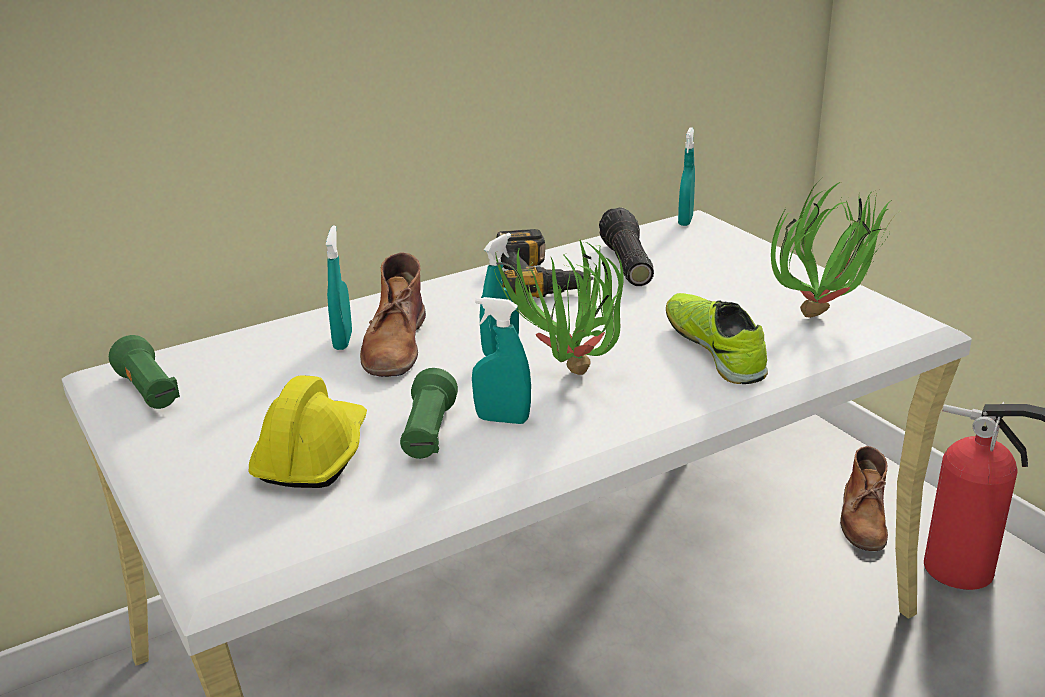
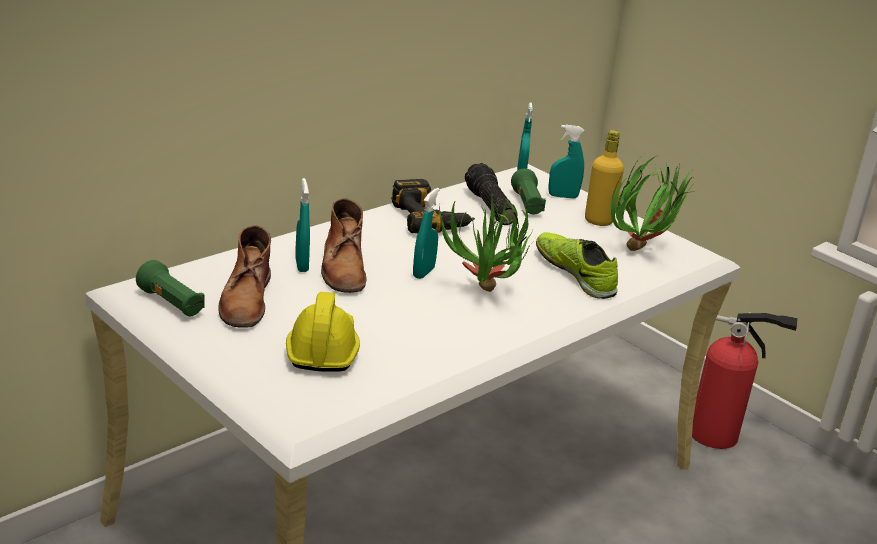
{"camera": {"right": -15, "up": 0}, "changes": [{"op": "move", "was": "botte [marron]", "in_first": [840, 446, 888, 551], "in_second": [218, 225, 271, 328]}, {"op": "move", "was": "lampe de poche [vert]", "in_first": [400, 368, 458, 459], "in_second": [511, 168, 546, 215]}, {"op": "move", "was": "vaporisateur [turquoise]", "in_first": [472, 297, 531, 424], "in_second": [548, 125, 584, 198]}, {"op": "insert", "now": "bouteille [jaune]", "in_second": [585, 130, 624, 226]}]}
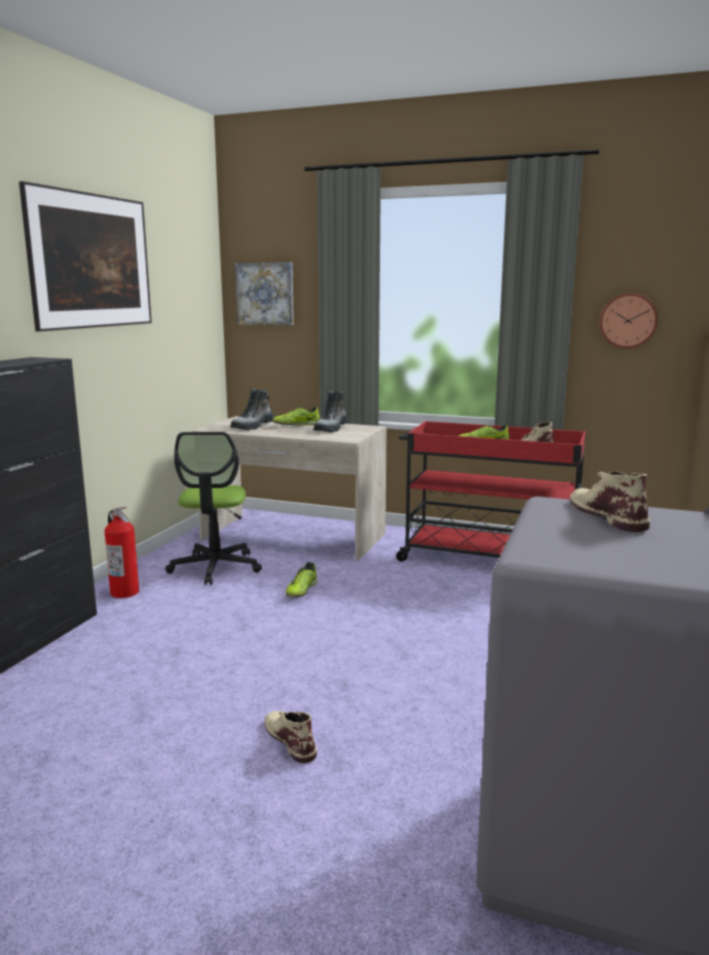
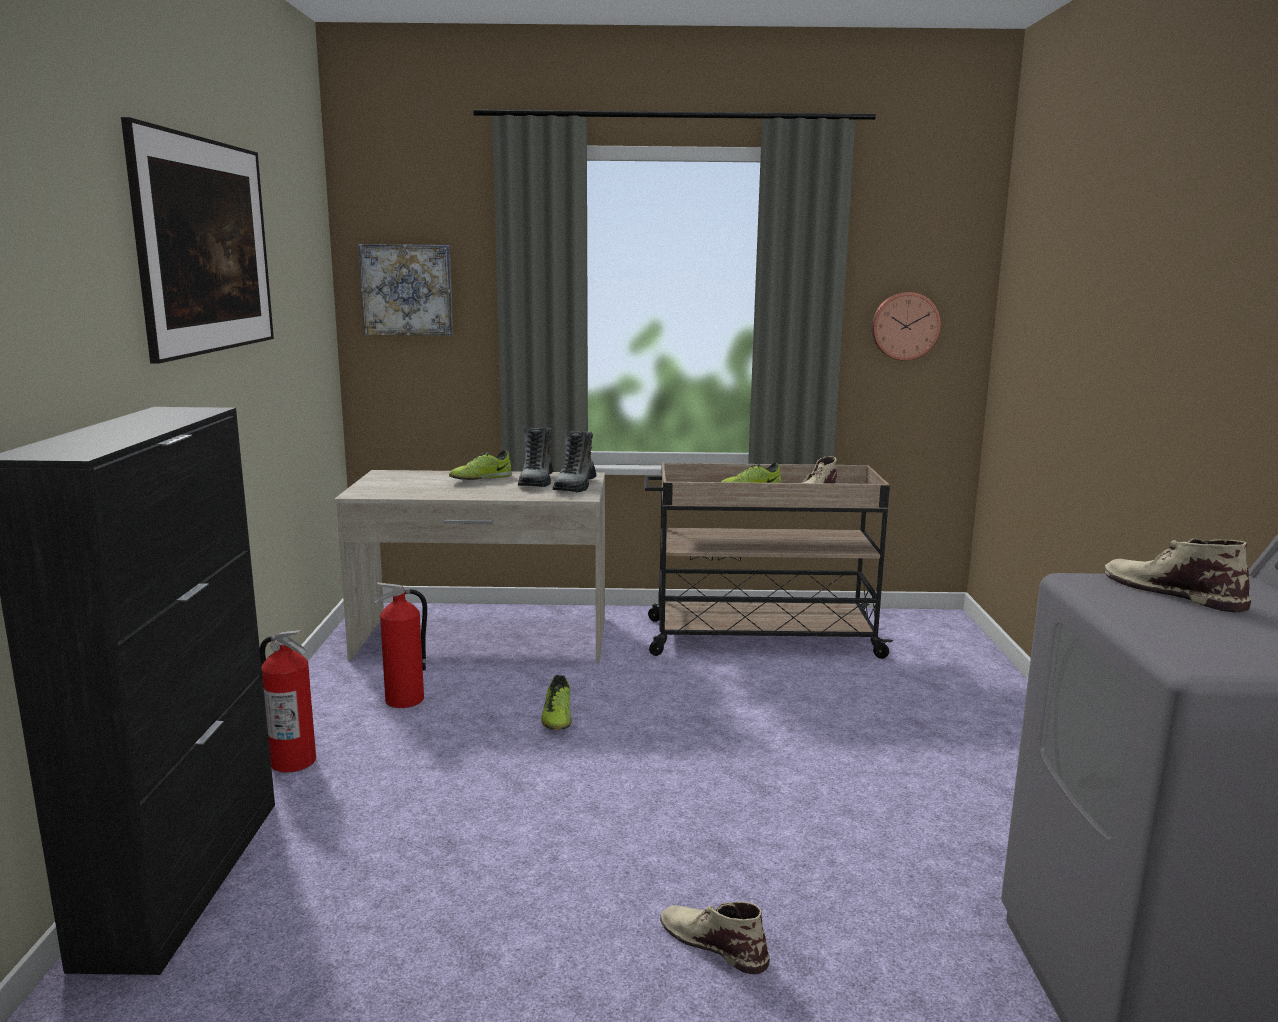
{"camera": {"right": -20, "up": 0}, "changes": [{"op": "replace", "was": "chaise de bureau", "now": "extincteur", "in_first": [165, 432, 262, 585], "in_second": [374, 582, 427, 708]}, {"op": "move", "was": "botte", "in_first": [231, 388, 274, 430], "in_second": [553, 431, 597, 492]}, {"op": "recolor", "was": "chariot [rouge]", "now": "chariot [beige]", "in_first": [396, 421, 586, 562], "in_second": [645, 463, 893, 659]}]}
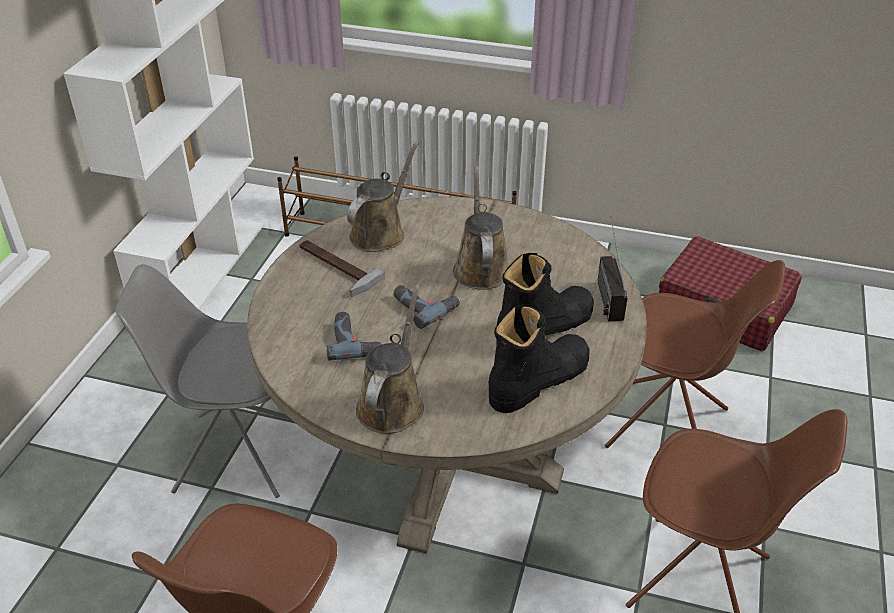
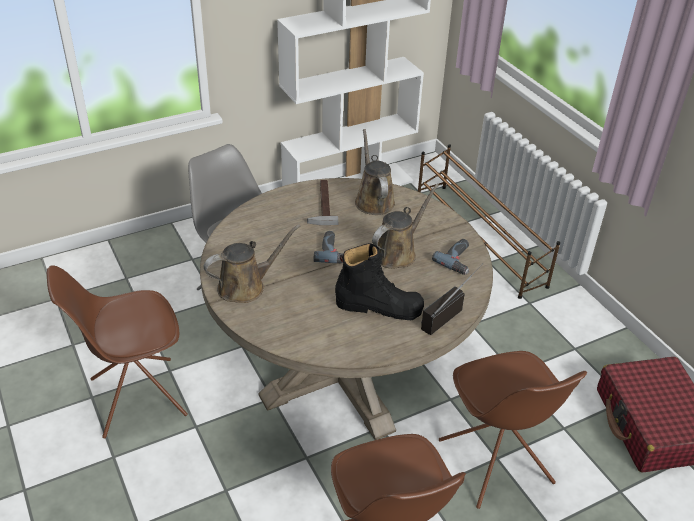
{"camera": {"right": 45, "up": 0}, "changes": [{"op": "rotate", "was": "arrosoir [marron]", "in_first": [347, 141, 420, 252], "in_second": [355, 129, 395, 215], "clockwise": -90}, {"op": "move", "was": "perceuse", "in_first": [327, 312, 382, 361], "in_second": [432, 239, 469, 275]}, {"op": "delete", "was": "botte [noir]", "in_first": [489, 305, 590, 413]}]}
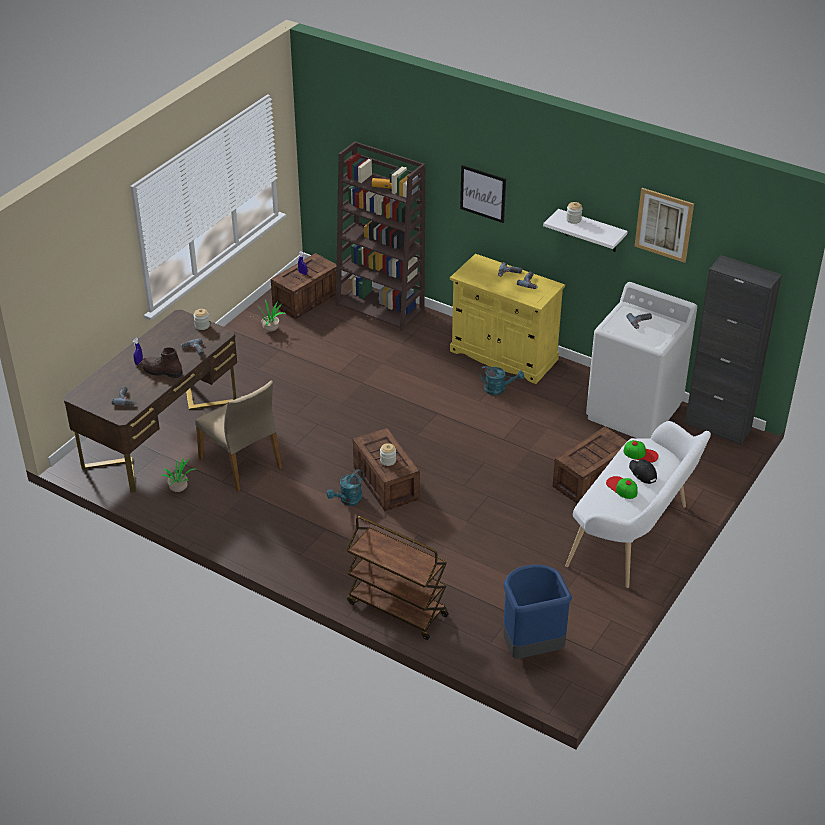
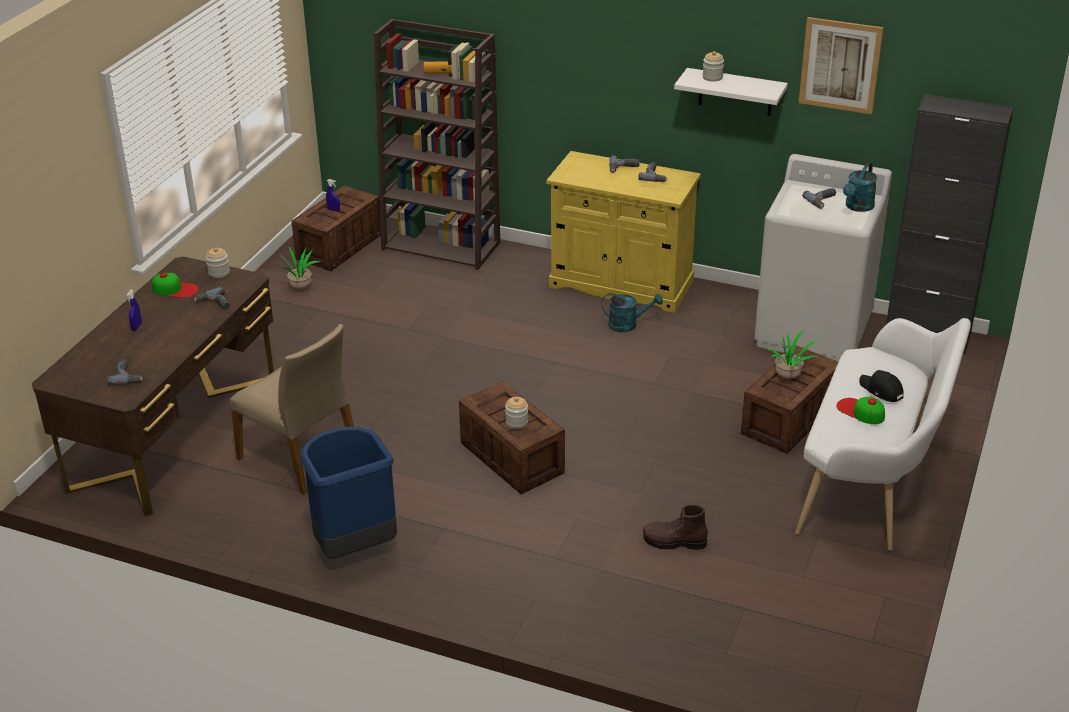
{"camera": {"right": -10, "up": -5}, "changes": [{"op": "move", "was": "casquette", "in_first": [624, 440, 659, 463], "in_second": [152, 272, 198, 298]}, {"op": "move", "was": "poubelle [bleu]", "in_first": [503, 564, 572, 659], "in_second": [301, 427, 397, 559]}, {"op": "move", "was": "botte [marron]", "in_first": [142, 348, 183, 378], "in_second": [643, 505, 708, 550]}, {"op": "move", "was": "plante en pot", "in_first": [161, 458, 195, 492], "in_second": [768, 329, 819, 379]}, {"op": "move", "was": "arrosoir [turquoise]", "in_first": [327, 469, 363, 506], "in_second": [843, 163, 877, 212]}, {"op": "delete", "was": "chariot [marron]", "in_first": [346, 516, 449, 640]}, {"op": "delete", "was": "tableau", "in_first": [460, 165, 506, 223]}]}
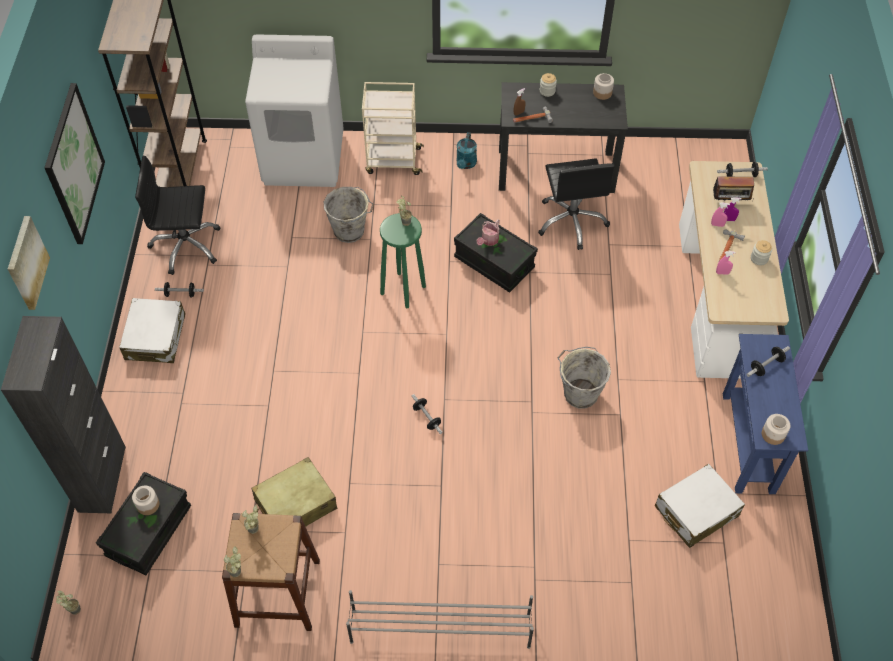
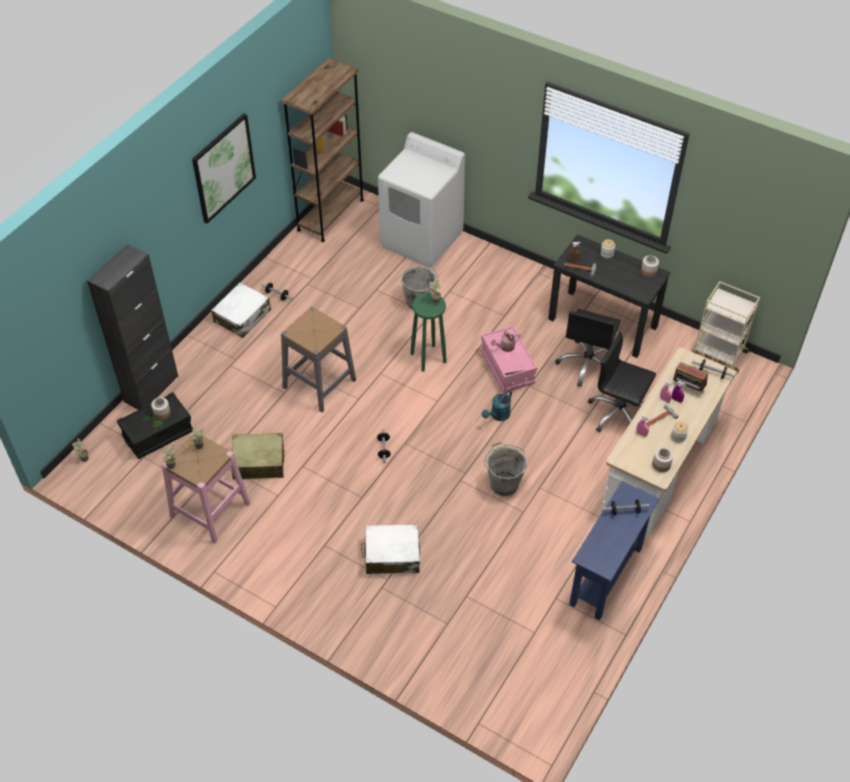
{"camera": {"right": 30, "up": -5}, "changes": [{"op": "recolor", "was": "tabouret [marron]", "now": "tabouret [rose]", "in_first": [222, 513, 320, 631], "in_second": [162, 432, 250, 543]}, {"op": "insert", "now": "tabouret [gris]", "in_second": [281, 307, 356, 412]}, {"op": "move", "was": "valise [blanc]", "in_first": [655, 464, 745, 548], "in_second": [361, 524, 420, 574]}, {"op": "recolor", "was": "boîte de rangement [noir]", "now": "boîte de rangement [rose]", "in_first": [454, 213, 538, 293], "in_second": [481, 326, 537, 393]}, {"op": "move", "was": "arrosoir [turquoise]", "in_first": [457, 132, 477, 169], "in_second": [482, 390, 512, 421]}, {"op": "move", "was": "chaise de bureau [noir]", "in_first": [135, 156, 221, 275], "in_second": [588, 332, 656, 432]}, {"op": "move", "was": "bocal", "in_first": [762, 414, 790, 445], "in_second": [652, 447, 673, 472]}, {"op": "move", "was": "chariot [beige]", "in_first": [362, 82, 424, 175], "in_second": [692, 281, 760, 372]}, {"op": "delete", "was": "tableau", "in_first": [8, 216, 50, 310]}, {"op": "delete", "was": "étagère à chaussures [gris]", "in_first": [346, 590, 534, 649]}]}
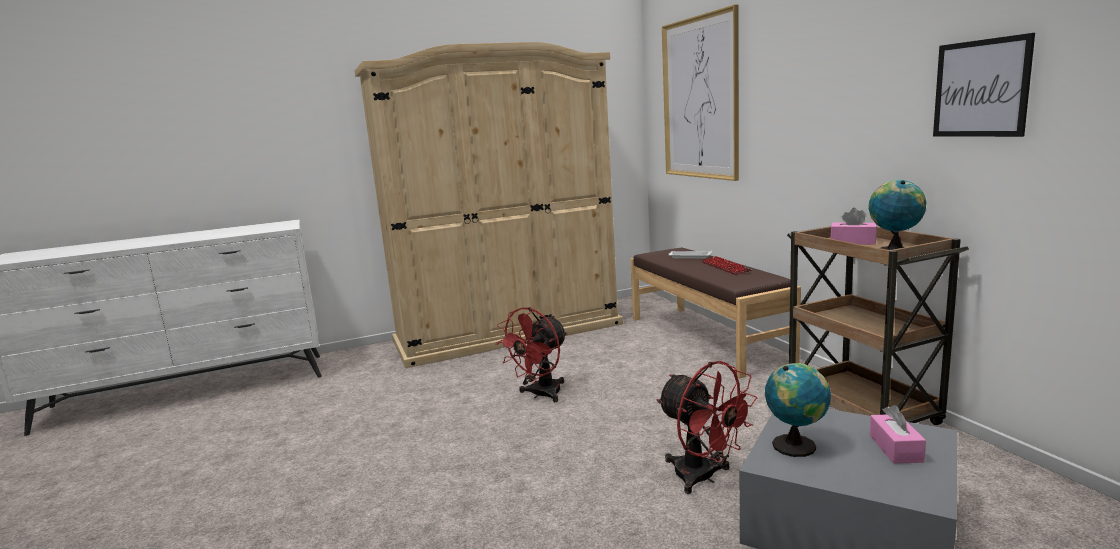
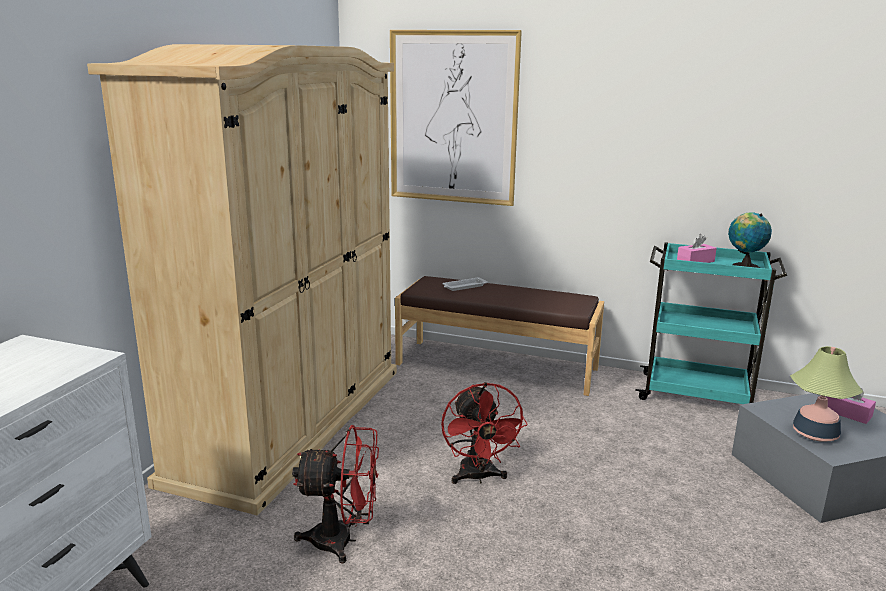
{"camera": {"right": -50, "up": 5}, "changes": [{"op": "move", "was": "ventilateur [rouge]", "in_first": [656, 361, 757, 494], "in_second": [292, 425, 379, 563]}, {"op": "recolor", "was": "chariot [marron]", "now": "chariot [turquoise]", "in_first": [787, 226, 969, 425], "in_second": [635, 242, 787, 404]}, {"op": "replace", "was": "globe", "now": "lampe de table", "in_first": [765, 363, 831, 457], "in_second": [790, 346, 863, 441]}, {"op": "delete", "was": "clavier", "in_first": [702, 256, 752, 275]}, {"op": "delete", "was": "tableau", "in_first": [933, 33, 1035, 137]}]}
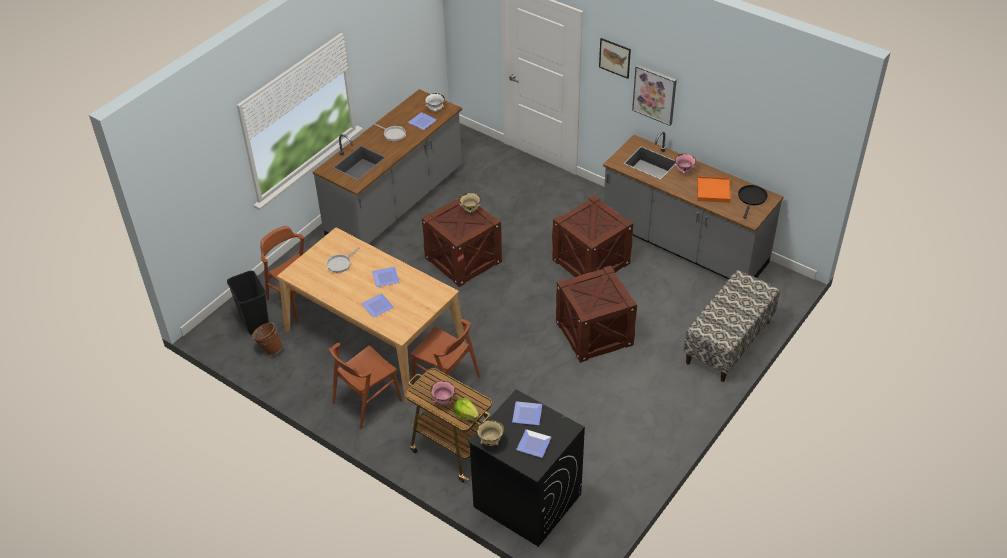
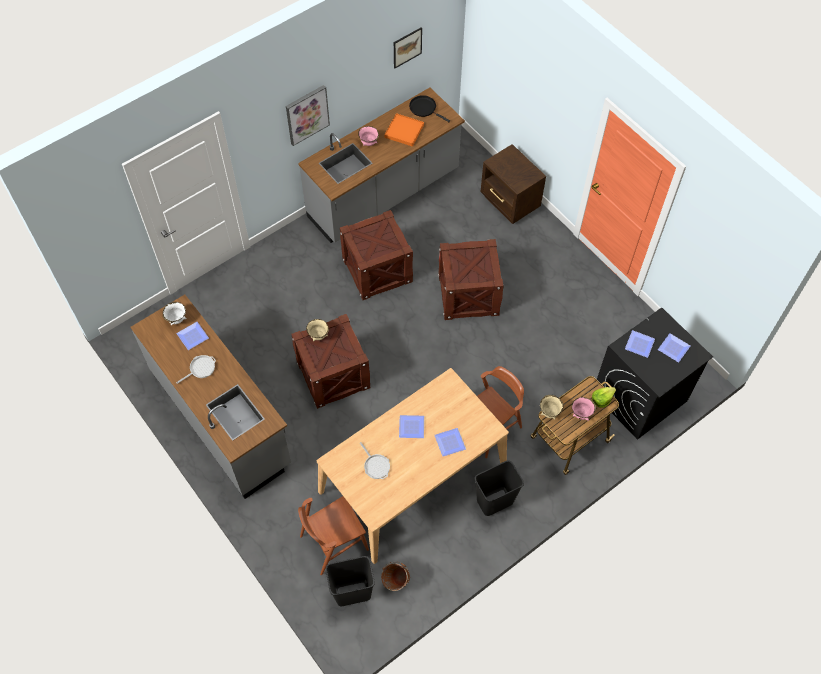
{"camera": {"right": -75, "up": 15}, "changes": [{"op": "move", "was": "tableau", "in_first": [599, 38, 631, 79], "in_second": [394, 27, 422, 68]}, {"op": "replace", "was": "chaise [marron]", "now": "poubelle [noir]", "in_first": [328, 343, 402, 429], "in_second": [475, 460, 524, 516]}, {"op": "replace", "was": "banc", "now": "table de chevet [marron]", "in_first": [683, 270, 780, 382], "in_second": [481, 144, 546, 224]}, {"op": "move", "was": "bol [beige]", "in_first": [477, 420, 504, 446], "in_second": [540, 395, 564, 419]}]}
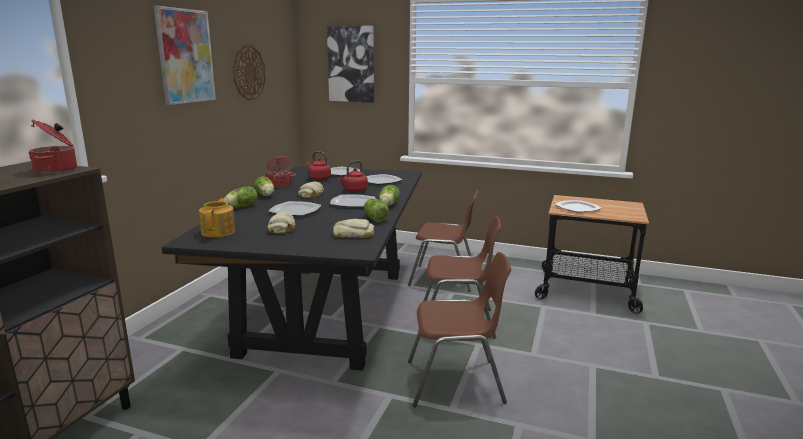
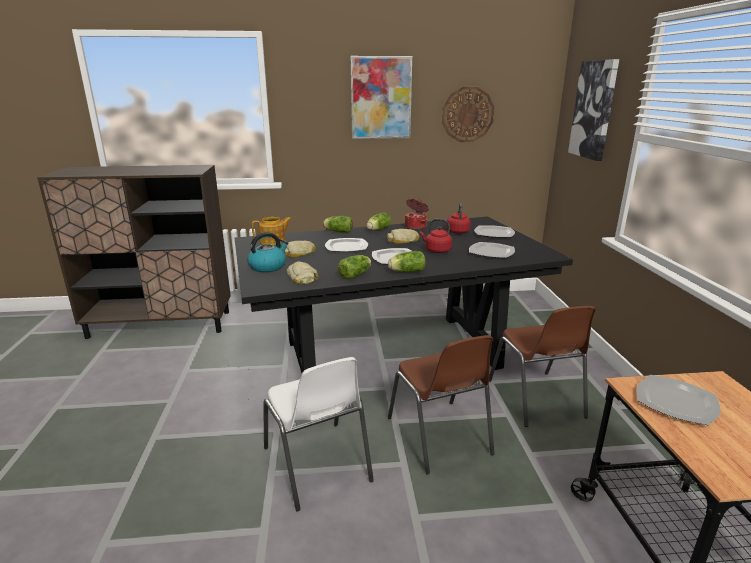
{"camera": {"right": 65, "up": 5}, "changes": [{"op": "insert", "now": "bouilloire", "in_second": [247, 232, 289, 272]}, {"op": "recolor", "was": "chaise [marron]", "now": "chaise [blanc]", "in_first": [408, 252, 511, 407], "in_second": [263, 357, 374, 512]}, {"op": "delete", "was": "marmite", "in_first": [29, 119, 77, 173]}]}
